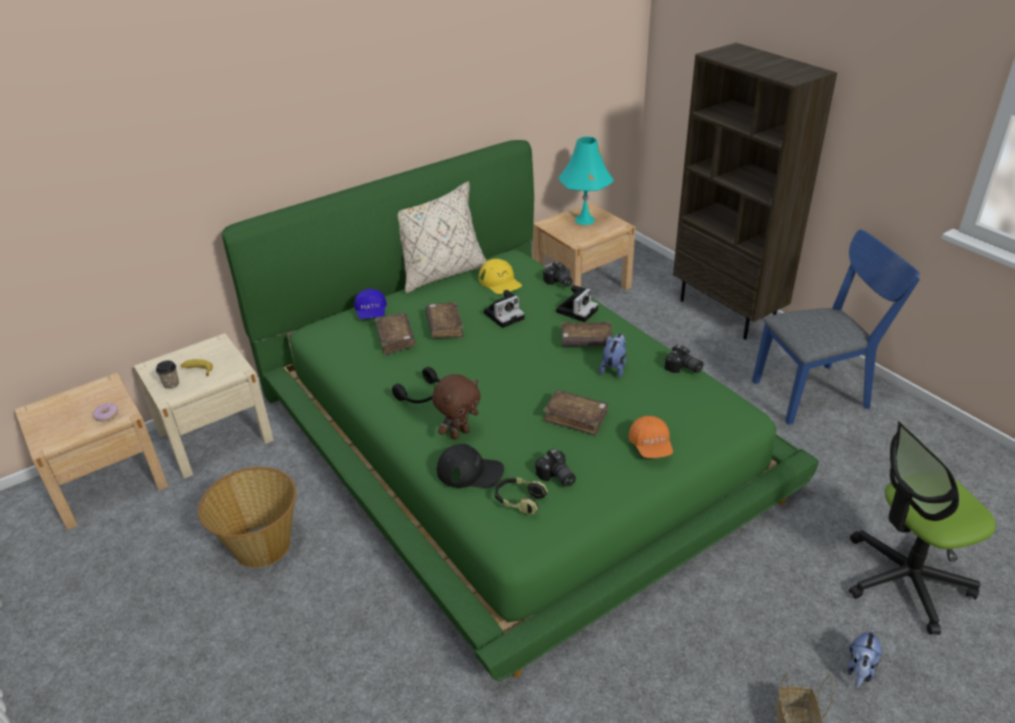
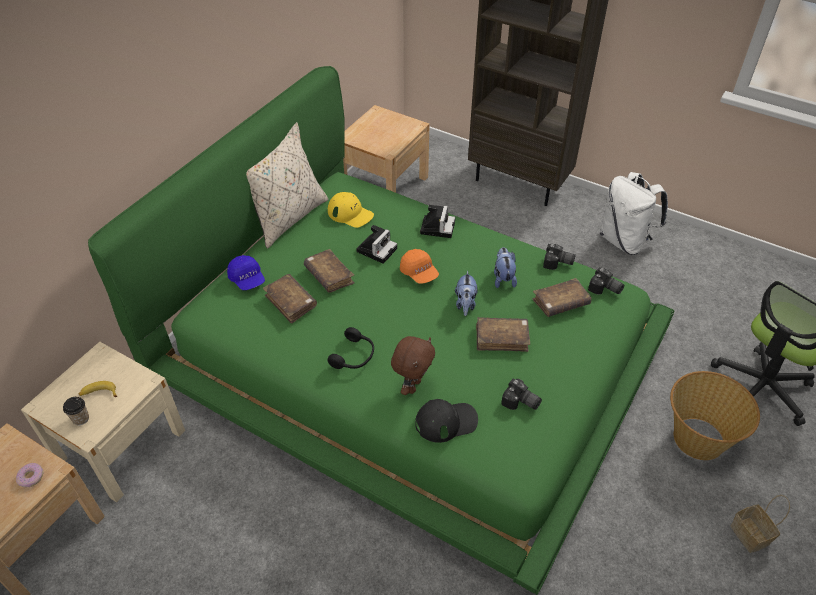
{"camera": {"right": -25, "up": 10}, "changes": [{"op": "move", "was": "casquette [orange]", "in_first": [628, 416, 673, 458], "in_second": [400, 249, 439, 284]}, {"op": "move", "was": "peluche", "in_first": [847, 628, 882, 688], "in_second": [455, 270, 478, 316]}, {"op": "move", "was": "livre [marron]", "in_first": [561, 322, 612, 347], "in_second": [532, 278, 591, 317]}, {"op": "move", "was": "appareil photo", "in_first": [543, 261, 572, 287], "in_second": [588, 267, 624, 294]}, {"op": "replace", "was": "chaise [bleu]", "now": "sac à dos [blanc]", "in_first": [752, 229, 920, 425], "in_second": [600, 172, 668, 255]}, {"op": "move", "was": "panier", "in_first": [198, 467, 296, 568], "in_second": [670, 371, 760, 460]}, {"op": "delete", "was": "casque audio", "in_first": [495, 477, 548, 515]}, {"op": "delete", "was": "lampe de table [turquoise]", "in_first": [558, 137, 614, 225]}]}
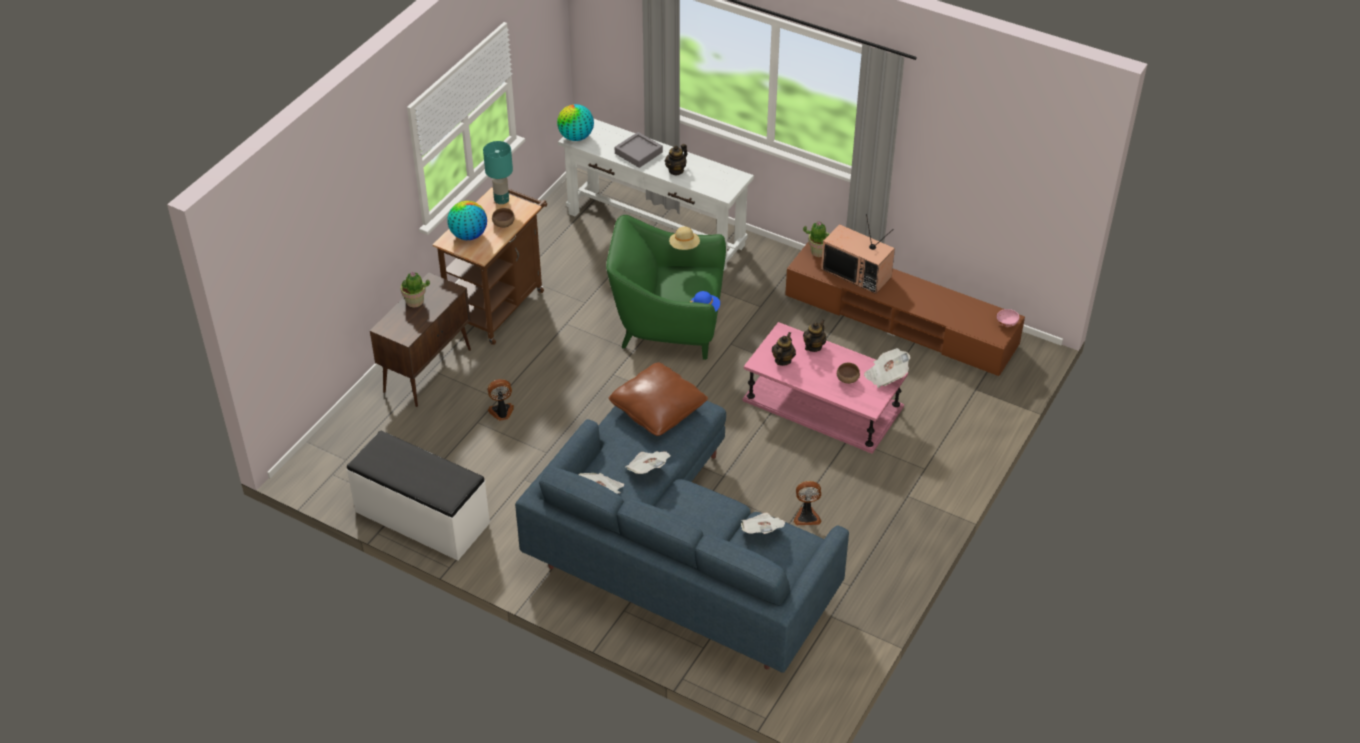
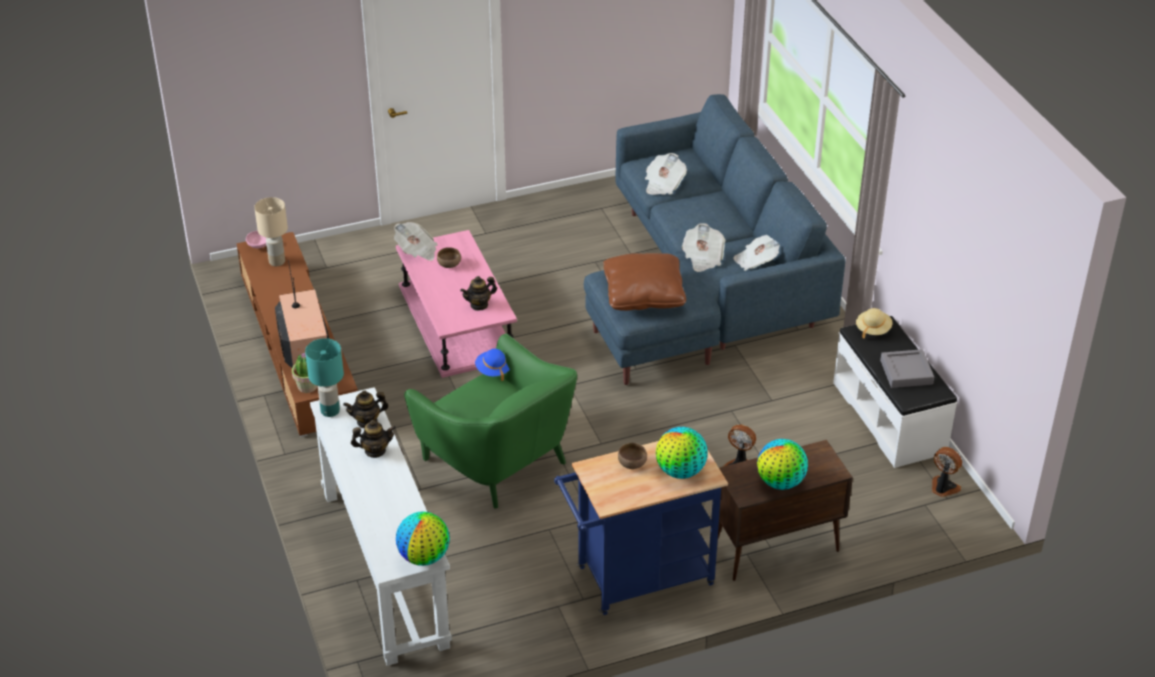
{"camera": {"right": -140, "up": -5}, "changes": [{"op": "insert", "now": "lampe de table [beige]", "in_second": [254, 197, 288, 266]}, {"op": "move", "was": "lampe de table [turquoise]", "in_first": [483, 141, 513, 204], "in_second": [305, 338, 344, 417]}, {"op": "move", "was": "théière", "in_first": [803, 319, 826, 352], "in_second": [343, 391, 389, 428]}, {"op": "recolor", "was": "chariot [marron]", "now": "chariot [bleu]", "in_first": [433, 187, 547, 345], "in_second": [554, 431, 728, 615]}, {"op": "replace", "was": "plante en pot", "now": "globe", "in_first": [401, 272, 430, 307], "in_second": [757, 439, 808, 490]}, {"op": "move", "was": "chapeau [beige]", "in_first": [669, 227, 700, 250], "in_second": [856, 308, 893, 339]}, {"op": "move", "was": "plateau [gris]", "in_first": [615, 132, 663, 168], "in_second": [880, 349, 934, 388]}, {"op": "move", "was": "ventilateur", "in_first": [794, 481, 821, 525], "in_second": [932, 447, 962, 497]}]}
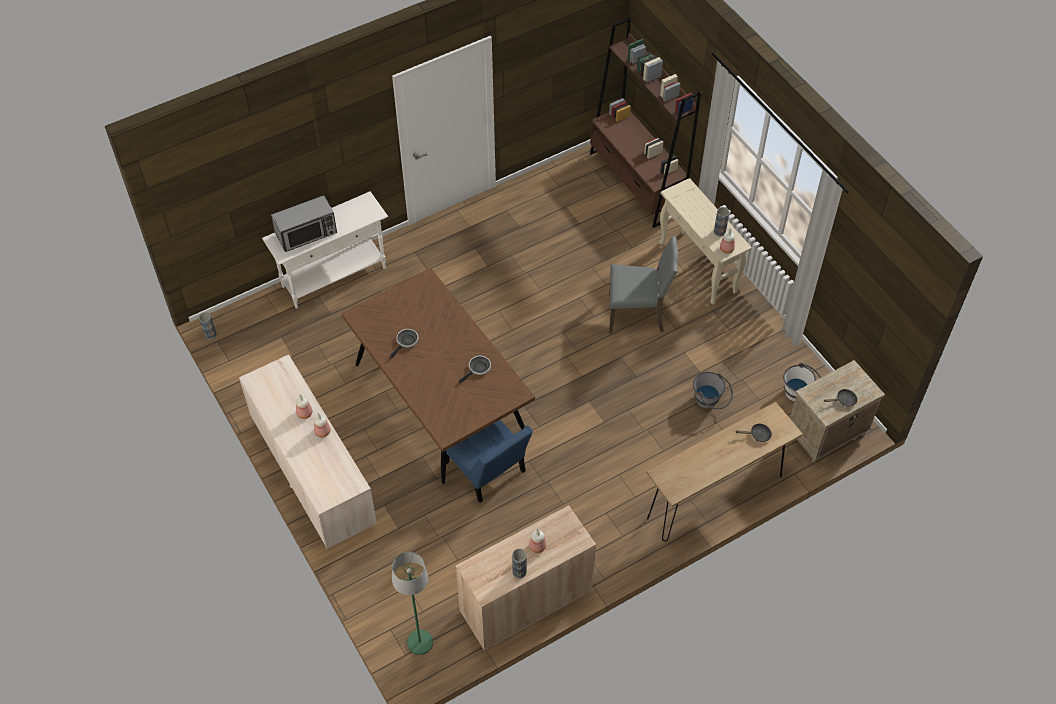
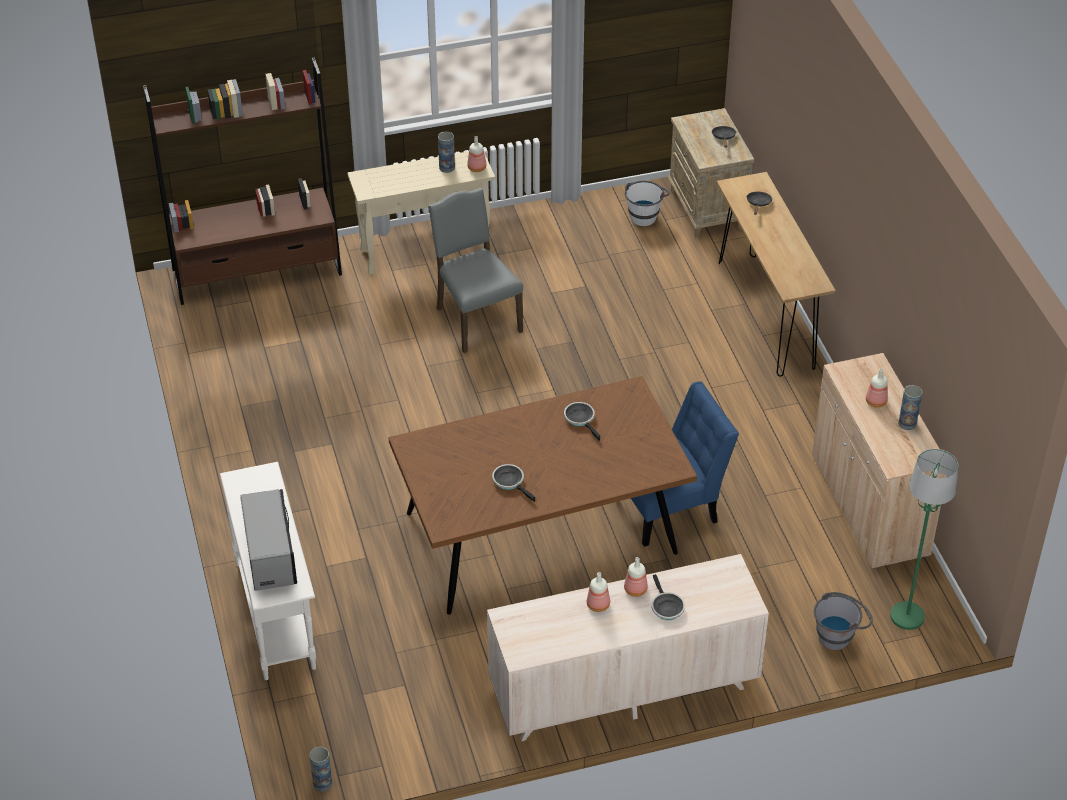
{"camera": {"right": -75, "up": -10}, "changes": [{"op": "rotate", "was": "chaise [gris]", "in_first": [609, 236, 678, 333], "in_second": [428, 188, 523, 353], "clockwise": -45}, {"op": "insert", "now": "poêle", "in_second": [651, 574, 685, 620]}, {"op": "move", "was": "seau [gris]", "in_first": [693, 372, 733, 409], "in_second": [814, 592, 873, 650]}]}
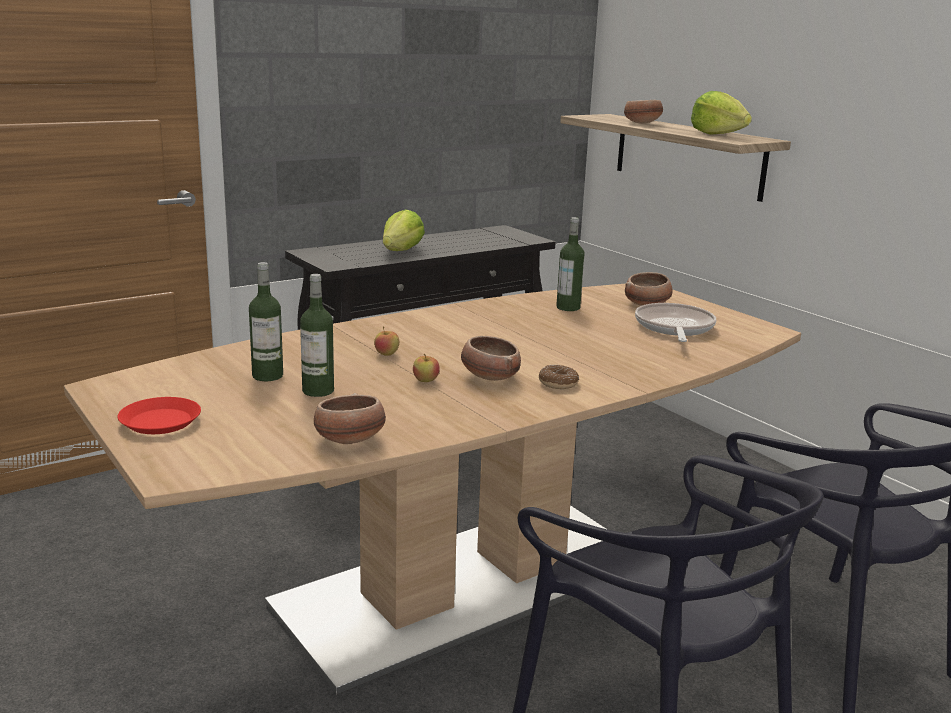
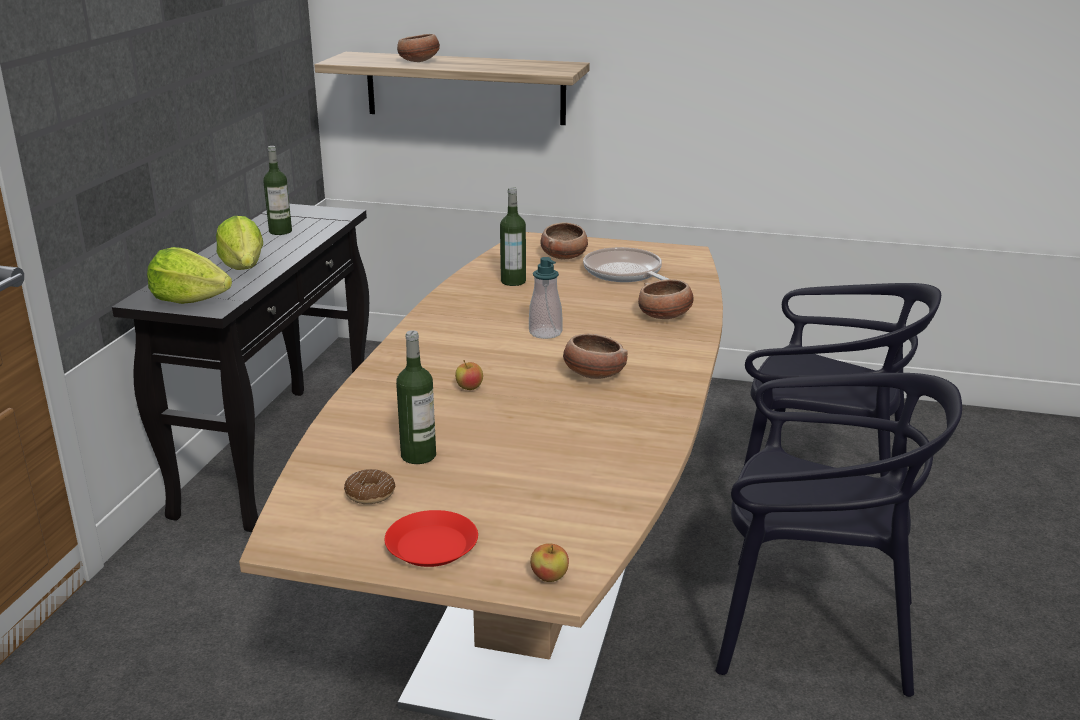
{"camera": {"right": -40, "up": 5}, "changes": [{"op": "move", "was": "laitue", "in_first": [691, 91, 752, 135], "in_second": [147, 247, 232, 304]}, {"op": "move", "was": "bouteille", "in_first": [300, 274, 334, 397], "in_second": [263, 146, 292, 235]}, {"op": "move", "was": "beignet", "in_first": [539, 365, 579, 389], "in_second": [344, 469, 395, 504]}, {"op": "insert", "now": "distributeur de savon", "in_second": [529, 257, 563, 339]}, {"op": "move", "was": "pomme", "in_first": [413, 354, 440, 382], "in_second": [530, 544, 569, 582]}, {"op": "move", "was": "bol", "in_first": [314, 393, 386, 444], "in_second": [638, 279, 694, 319]}]}
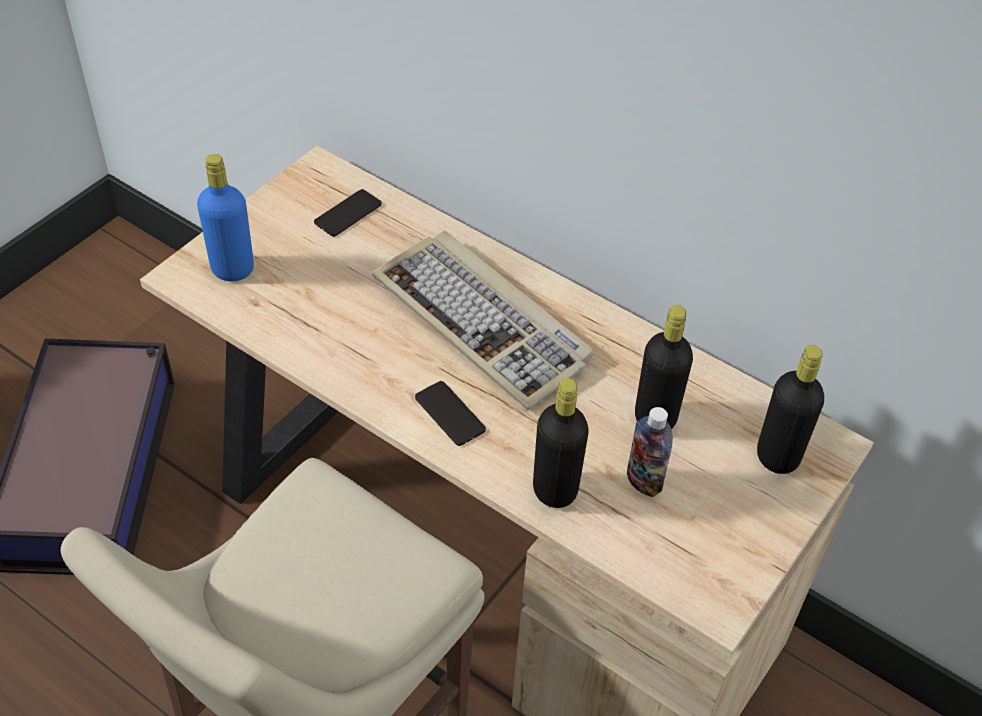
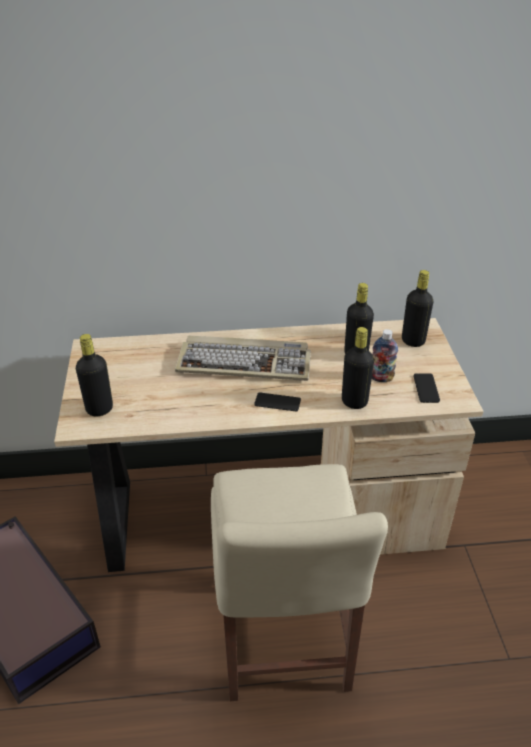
{"camera": {"right": -40, "up": -10}, "changes": [{"op": "recolor", "was": "bouteille [bleu]", "now": "bouteille [noir]", "in_first": [197, 154, 254, 281], "in_second": [76, 334, 113, 416]}, {"op": "move", "was": "téléphone", "in_first": [314, 189, 382, 237], "in_second": [413, 373, 440, 403]}]}
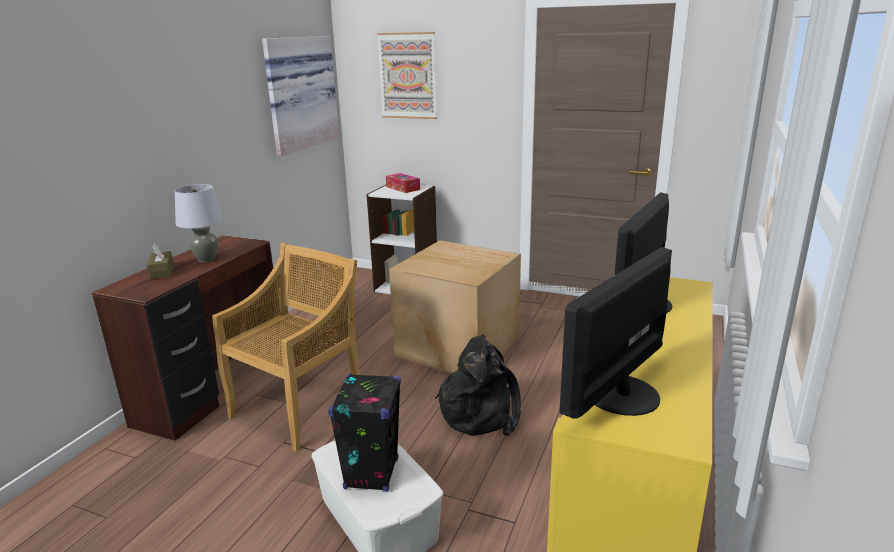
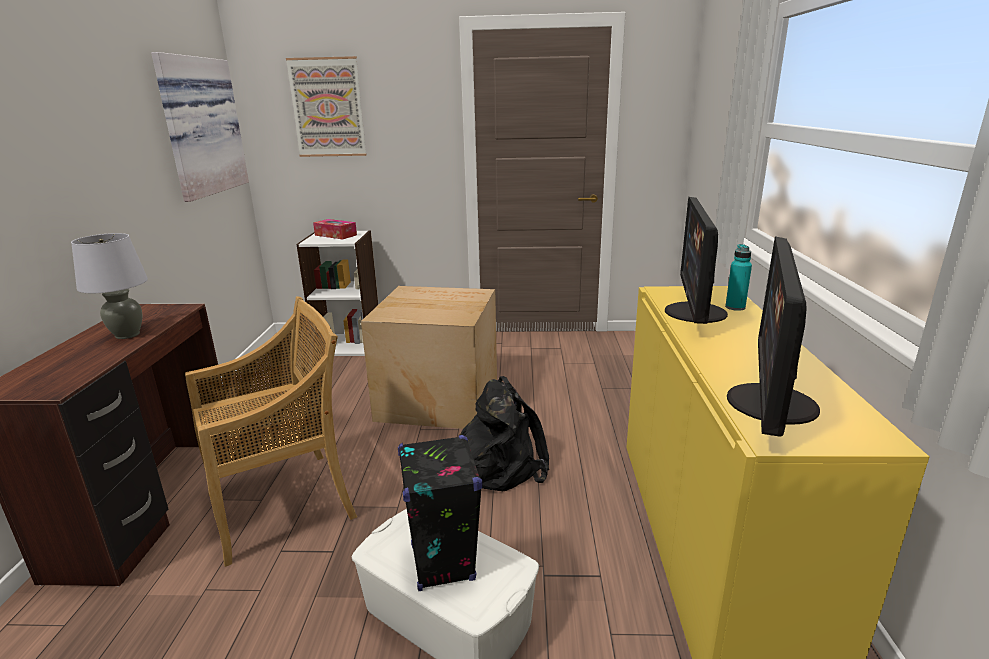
{"camera": {"right": -20, "up": 0}, "changes": [{"op": "rotate", "was": "chaise [beige]", "in_first": [212, 243, 360, 451], "in_second": [185, 296, 357, 567], "clockwise": 45}, {"op": "insert", "now": "bouteille [turquoise]", "in_second": [725, 244, 752, 311]}, {"op": "delete", "was": "boîte à mouchoirs [marron]", "in_first": [147, 244, 174, 279]}]}
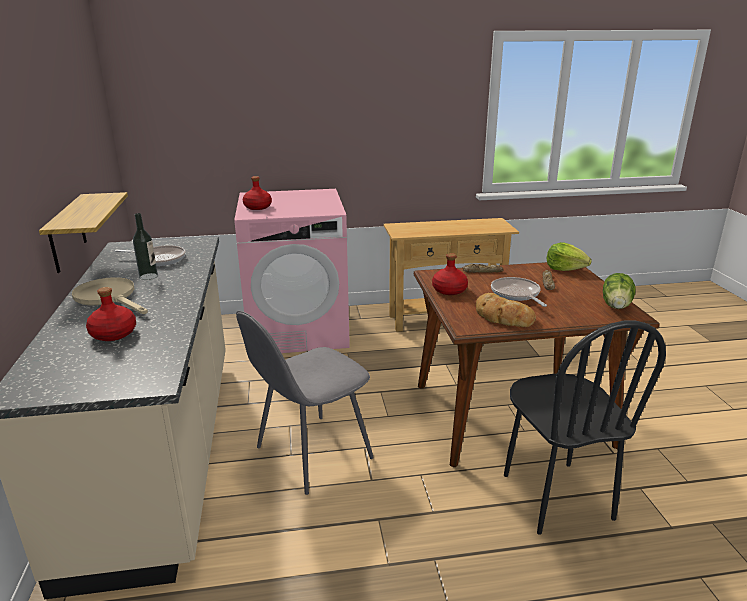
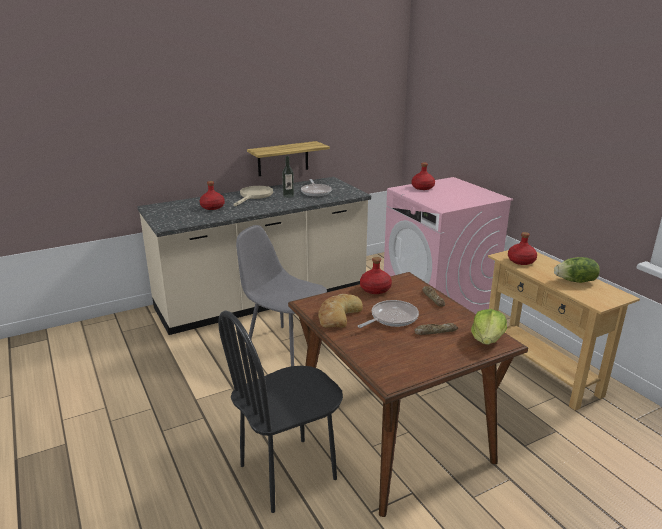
{"camera": {"right": 70, "up": 0}, "changes": [{"op": "insert", "now": "bouteille [rouge]", "in_second": [508, 232, 537, 265]}, {"op": "move", "was": "laitue", "in_first": [603, 273, 636, 309], "in_second": [554, 257, 600, 283]}]}
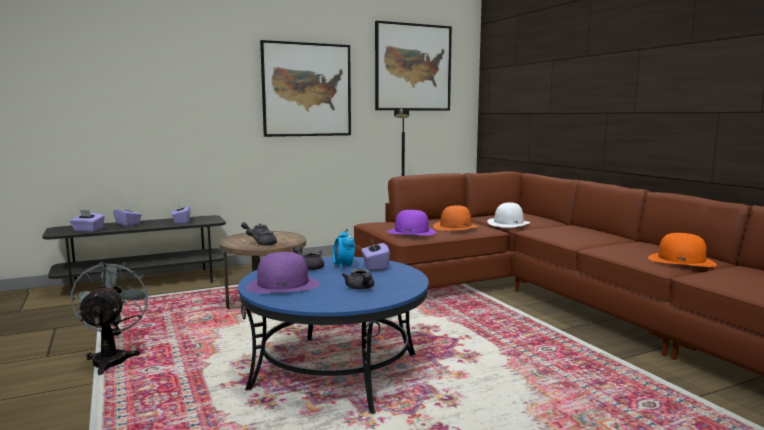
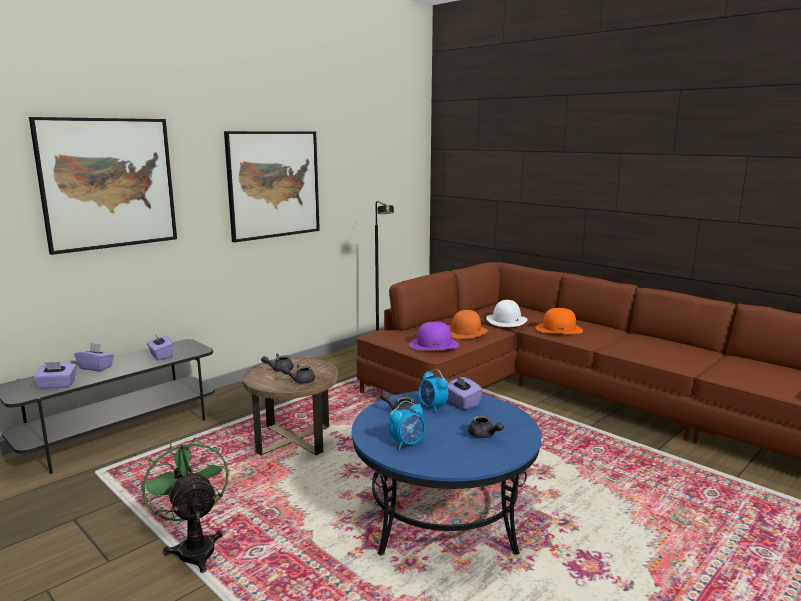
{"camera": {"right": -20, "up": 5}, "changes": [{"op": "move", "was": "tableau", "in_first": [375, 21, 452, 111], "in_second": [29, 117, 177, 255]}, {"op": "recolor", "was": "ventilateur [gris]", "now": "ventilateur [vert]", "in_first": [71, 262, 151, 375], "in_second": [140, 437, 229, 573]}, {"op": "replace", "was": "chapeau [violet]", "now": "réveil", "in_first": [246, 252, 320, 293], "in_second": [389, 401, 425, 450]}, {"op": "move", "was": "chapeau [orange]", "in_first": [648, 233, 717, 267], "in_second": [536, 308, 583, 334]}]}
